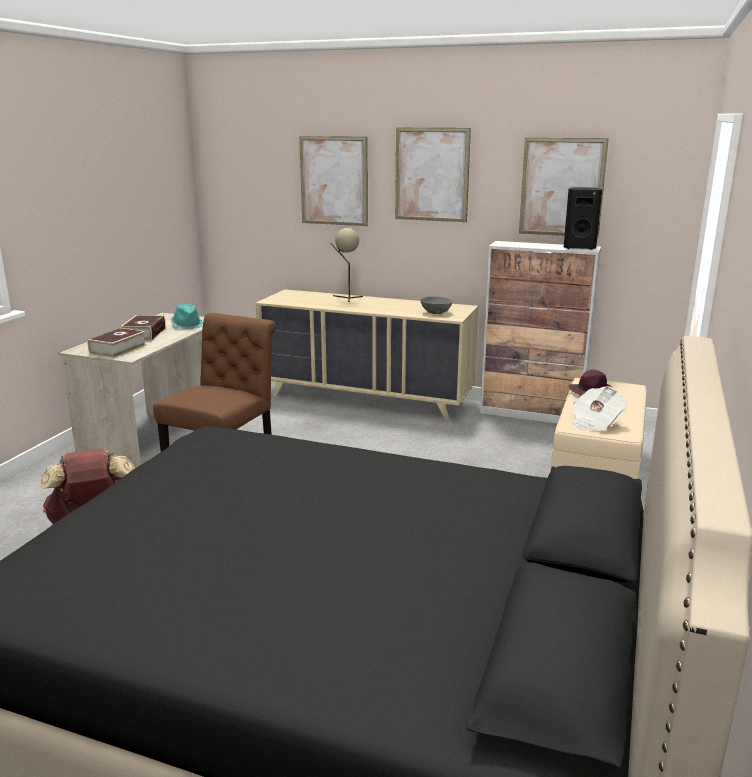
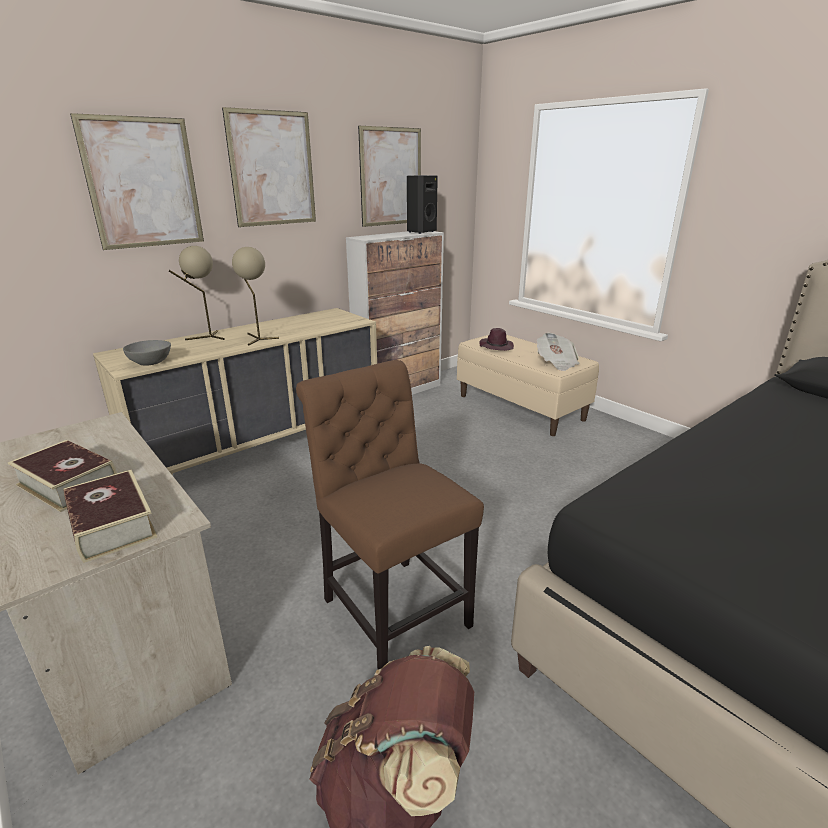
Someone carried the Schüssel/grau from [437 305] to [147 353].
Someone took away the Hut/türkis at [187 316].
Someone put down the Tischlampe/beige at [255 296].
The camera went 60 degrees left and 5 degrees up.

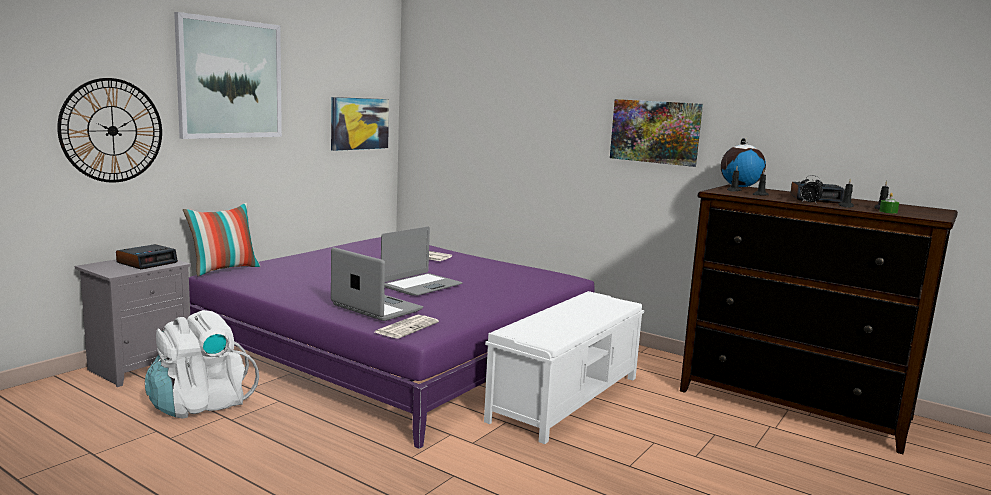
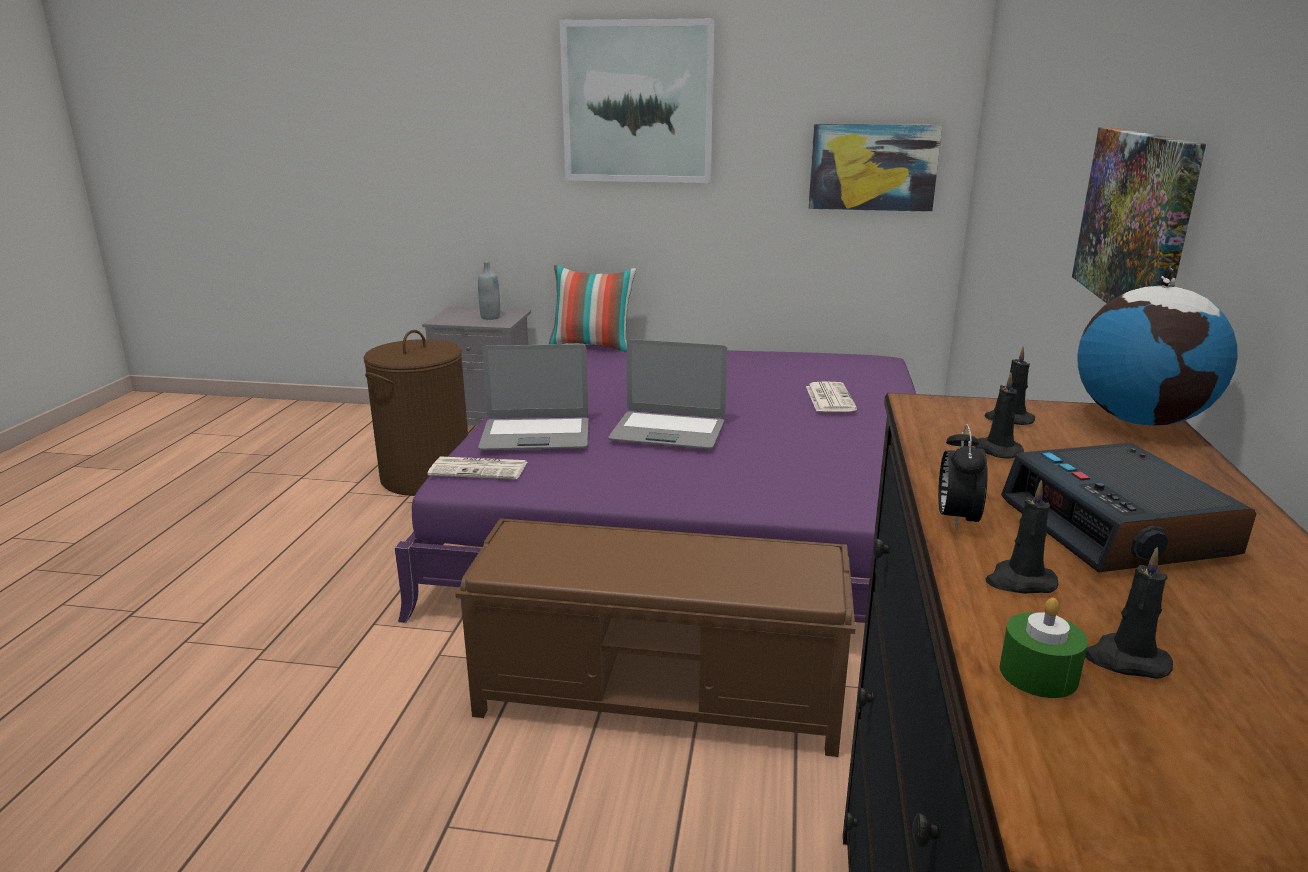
Someone took away the Wanduhr at [109 130].
Someone swapped the Wecker at [147 256] for the Flasche/grau at [489 290].
Someone rotated the Laptop at [377 284] by 75 degrees clockwise.
Someone repainted the Bank/weiß at [564 367], which became the Bank/braun at [655 637].
Someone swapped the Rucksack/weiß at [202 364] for the Wäschekorb/braun at [416 413].
The camera went 65 degrees right and 10 degrees up.

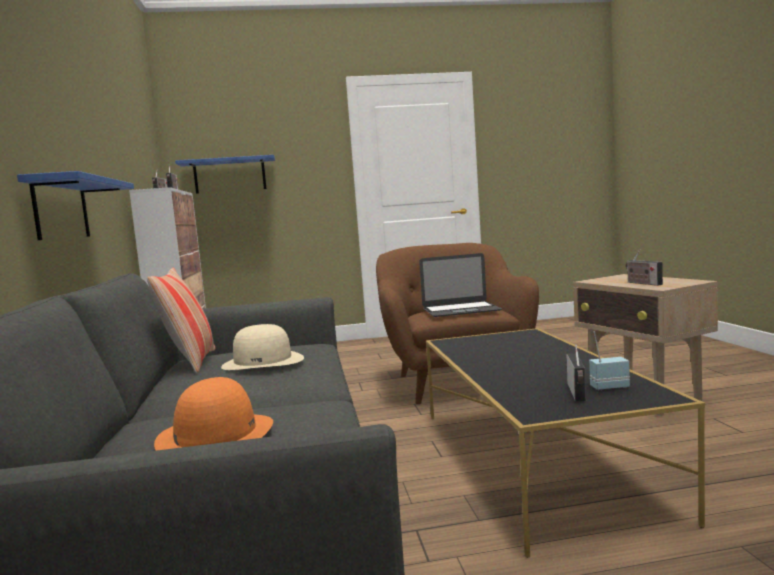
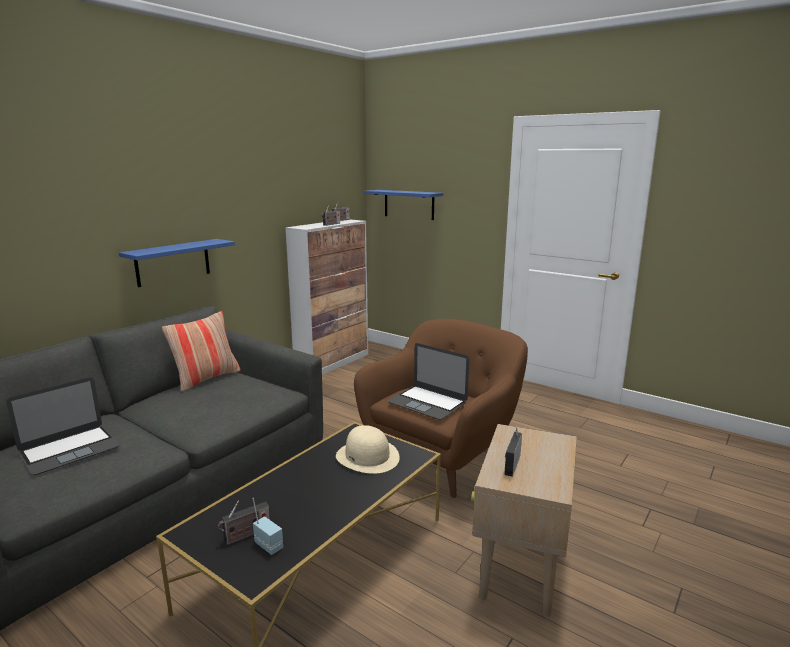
Someone carried the Hut/beige from [262 347] to [368 449].
Someone swapped the Hut/orange at [213 414] for the Laptop at [63 426].
The camera went 45 degrees right and 10 degrees up.

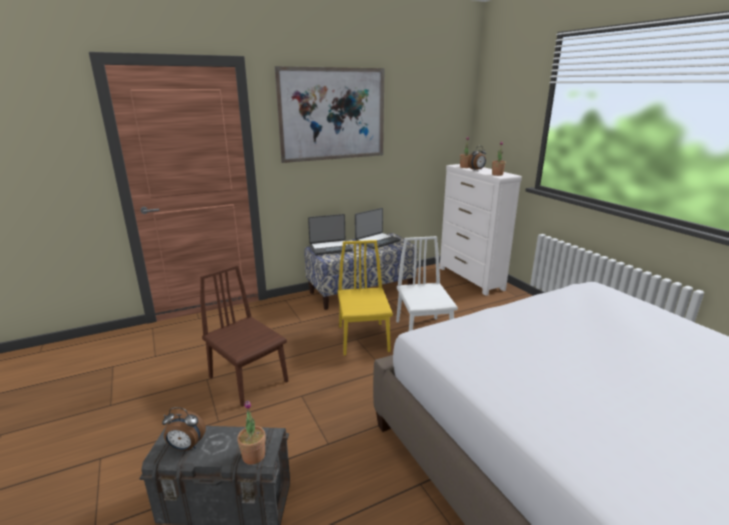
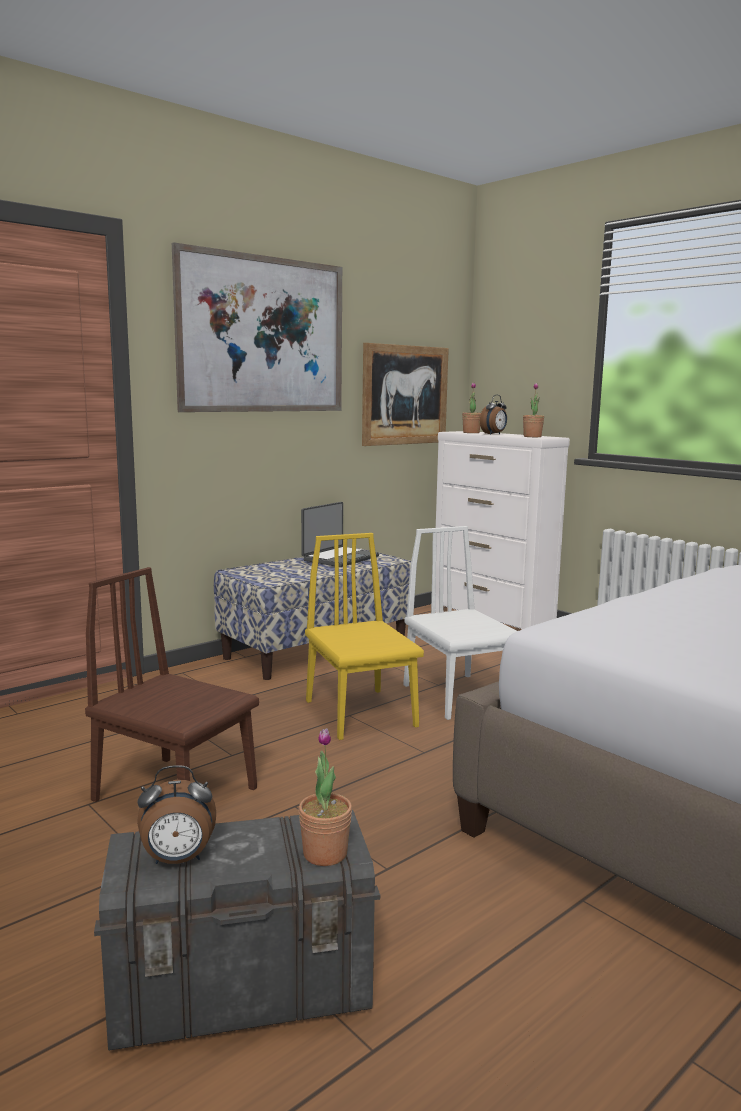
Someone took away the Laptop at [330 234].
Someone put up the Bild at [405 394].
The camera went 15 degrees left and 10 degrees down.

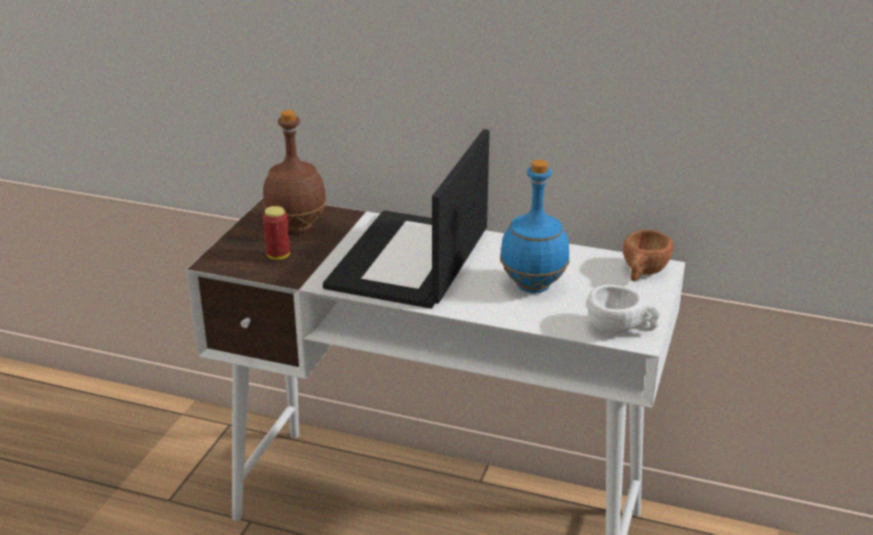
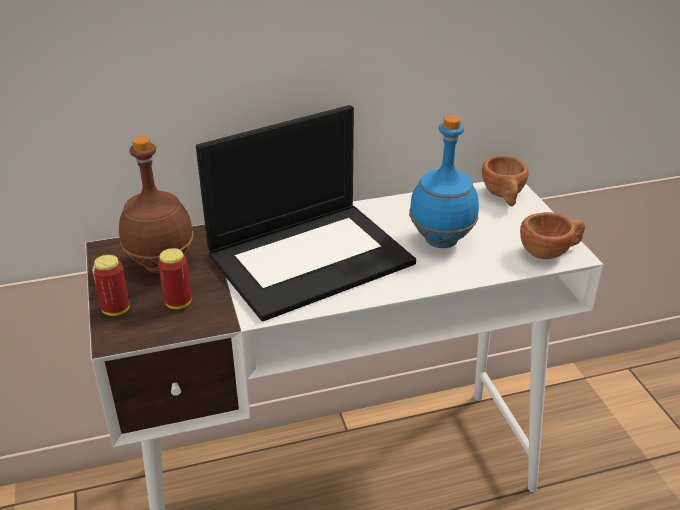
Someone rotated the Laptop at [406 219] by 105 degrees counterclockwise.
Someone repainted the Tasse/weiß at [623 309], which became the Tasse/braun at [552 235].
Someone put down the Dose at [111 285].
The camera went 35 degrees left and 5 degrees up.

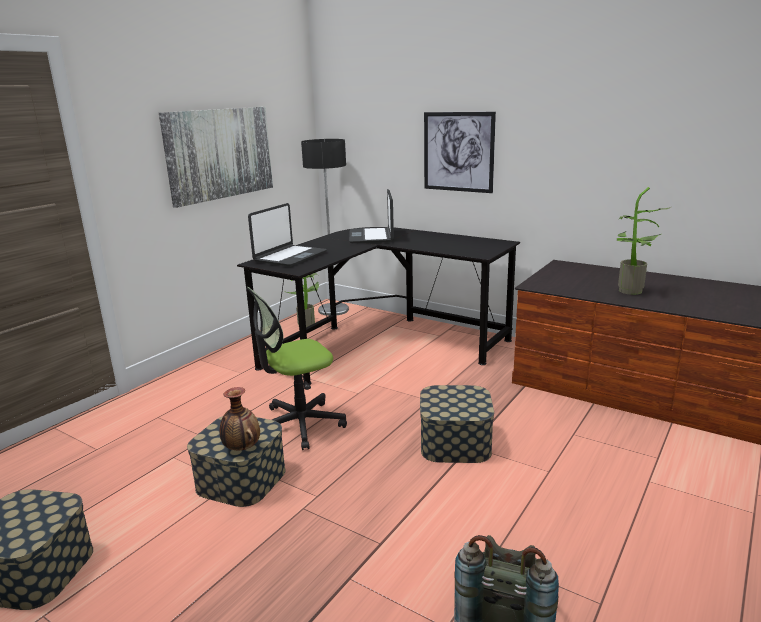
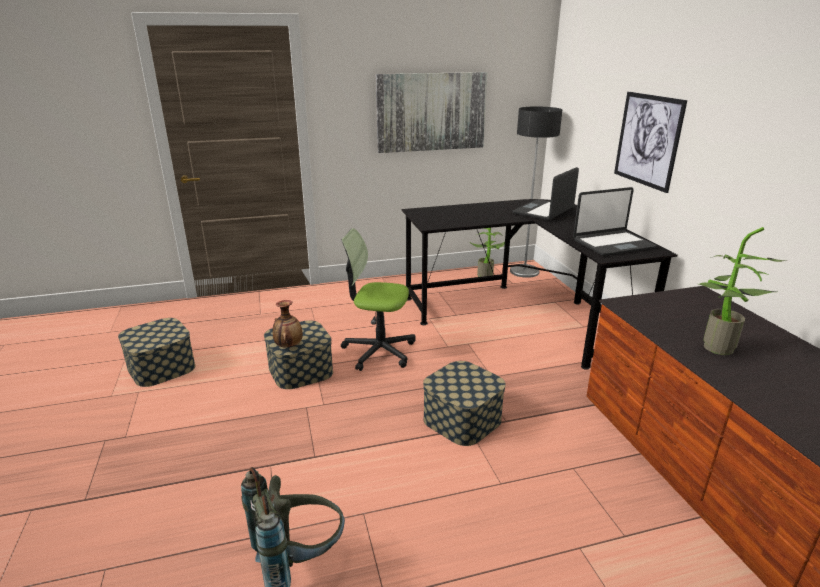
Someone carried the Laptop from [287 235] to [615 221].
The camera went 40 degrees right and 5 degrees up.

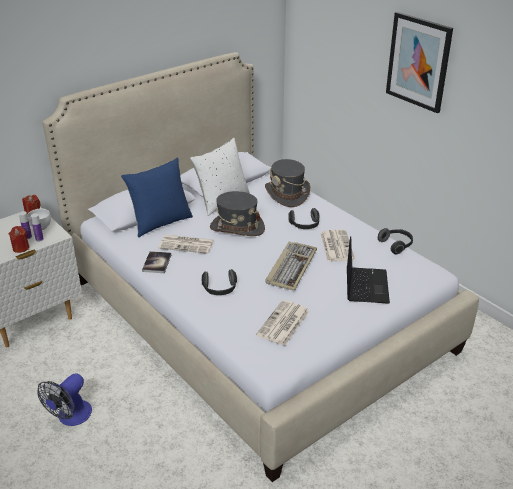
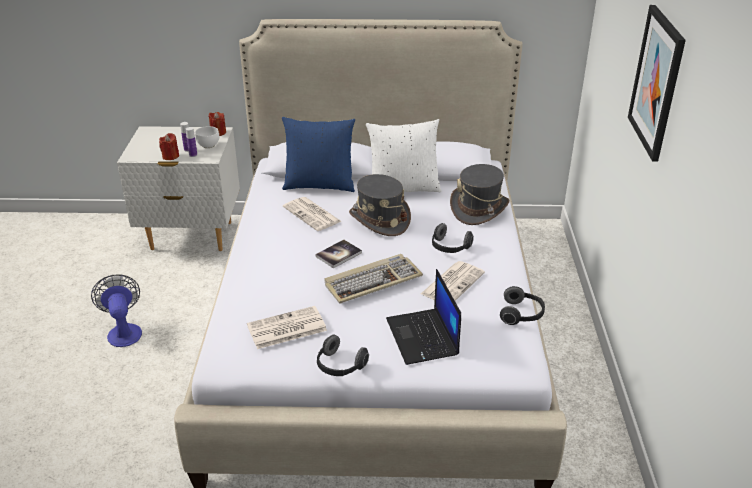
Someone rotated the Laptop at [368 270] by 120 degrees clockwise.
Someone carried the Buch from [156 262] to [338 254].
Someone carried the Kopfhörer from [219 282] to [343 355].
Someone rotated the Ventilator at [64 399] by 90 degrees clockwise.
The camera went 40 degrees right and 0 degrees up.

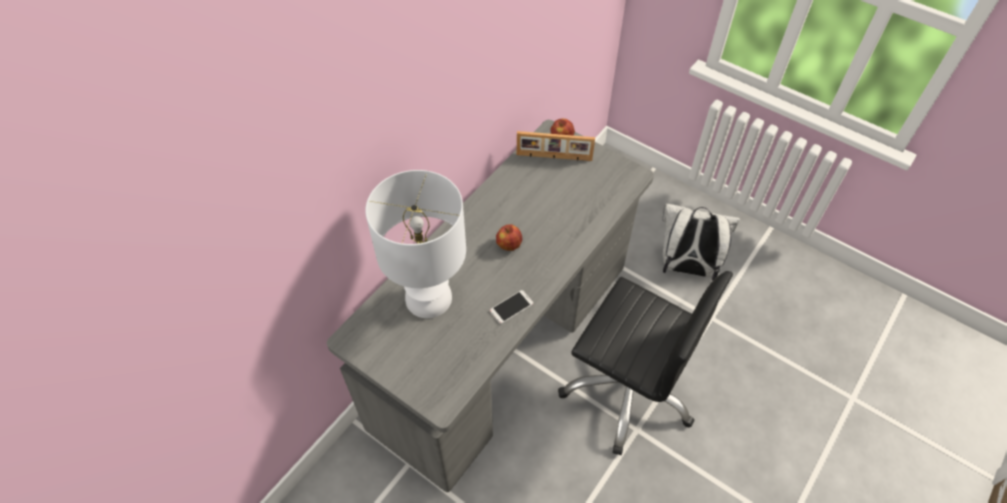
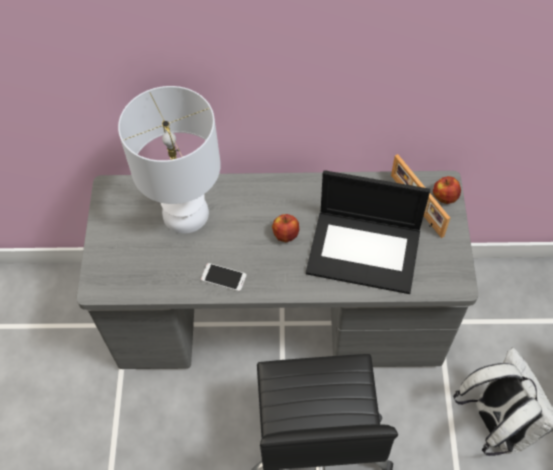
Someone put down the Laptop at [368 232].
The camera went 55 degrees right and 5 degrees up.

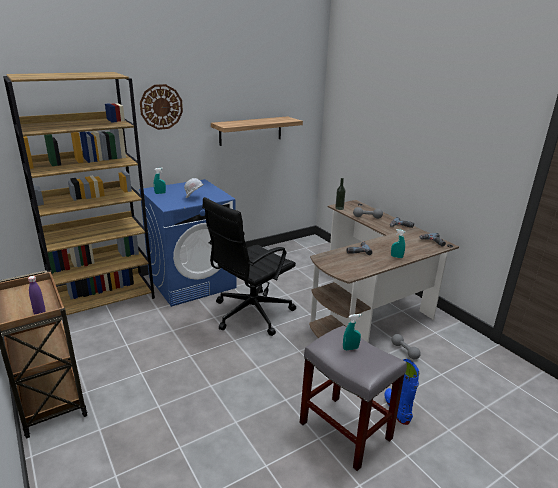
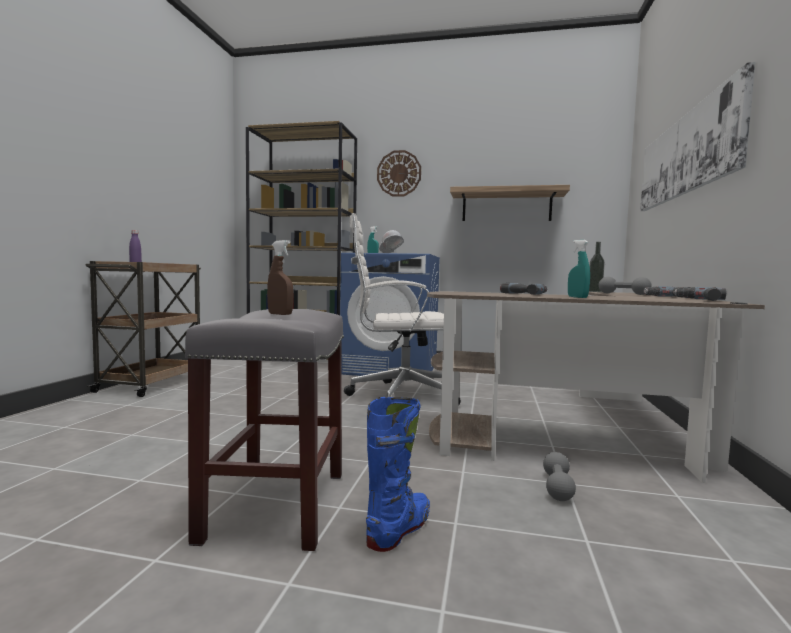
Someone repainted the Bürostuhl/schwarz at [249 266], which became the Bürostuhl/weiß at [402 309].
Someone repainted the Sprühflasche/türkis at [352 332], which became the Sprühflasche/braun at [280 277].
Someone put up the Bild at [697 136].
The camera went 45 degrees right and 20 degrees down.

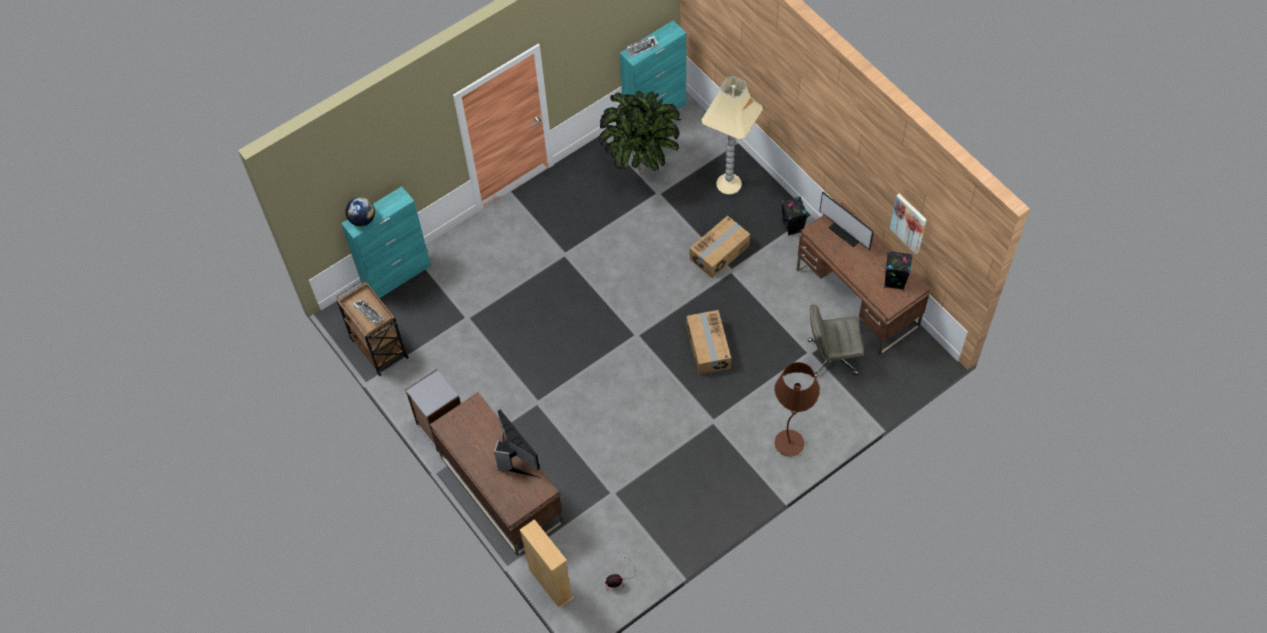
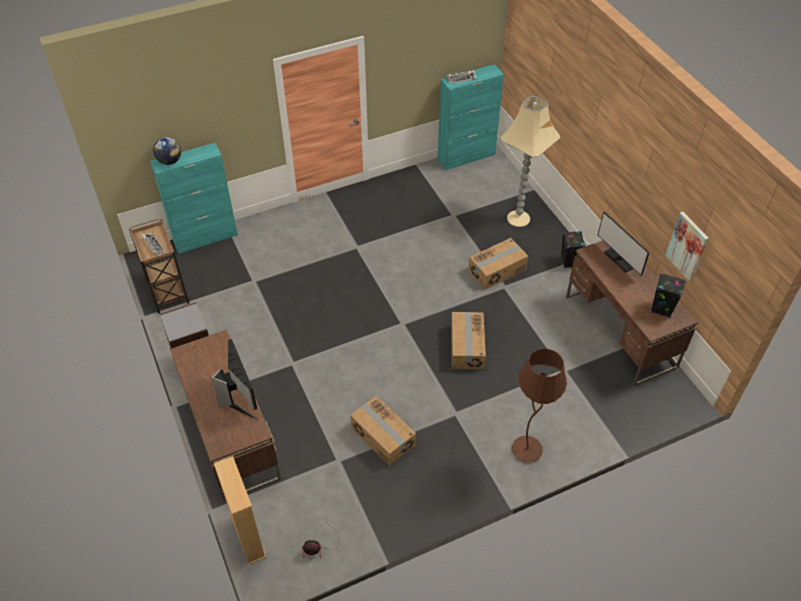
Someone took away the Topfpflanze at [640 133].
Someone took away the Bürostuhl/grau at [836 341].
Someone put down the Karton at [383 431].
The camera went 10 degrees right and 10 degrees down.

